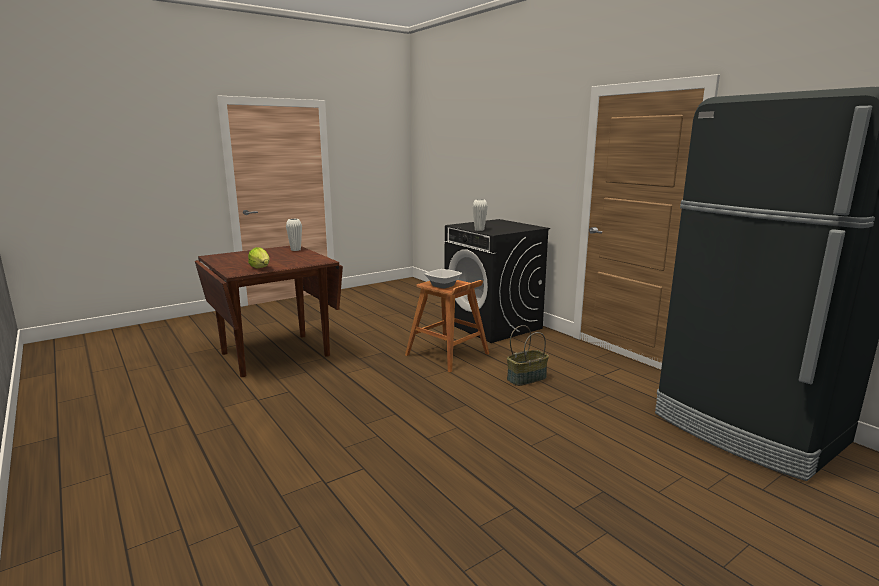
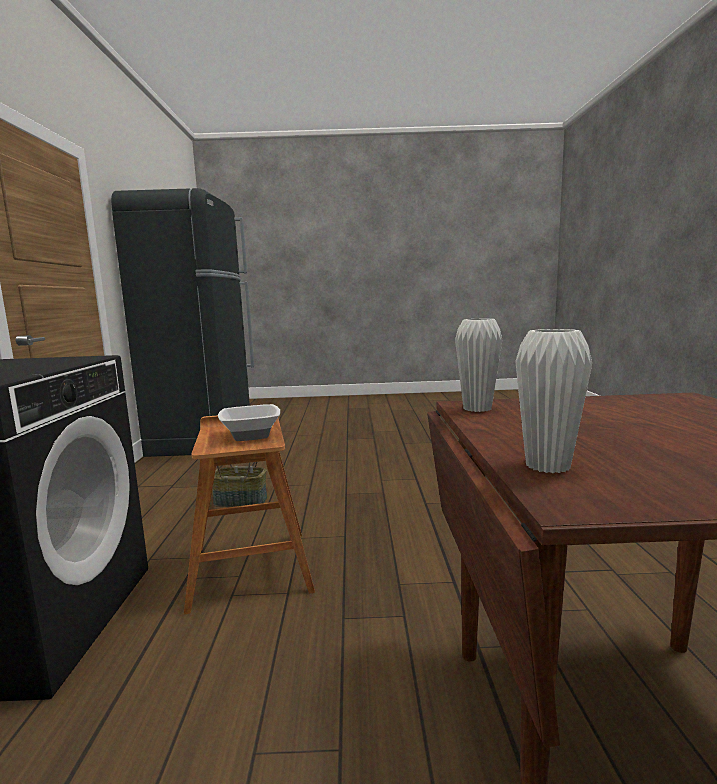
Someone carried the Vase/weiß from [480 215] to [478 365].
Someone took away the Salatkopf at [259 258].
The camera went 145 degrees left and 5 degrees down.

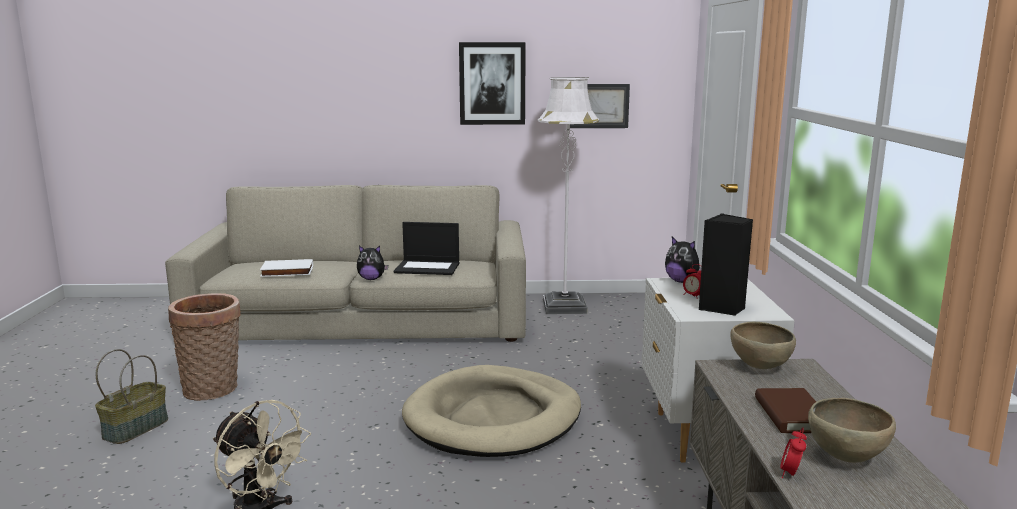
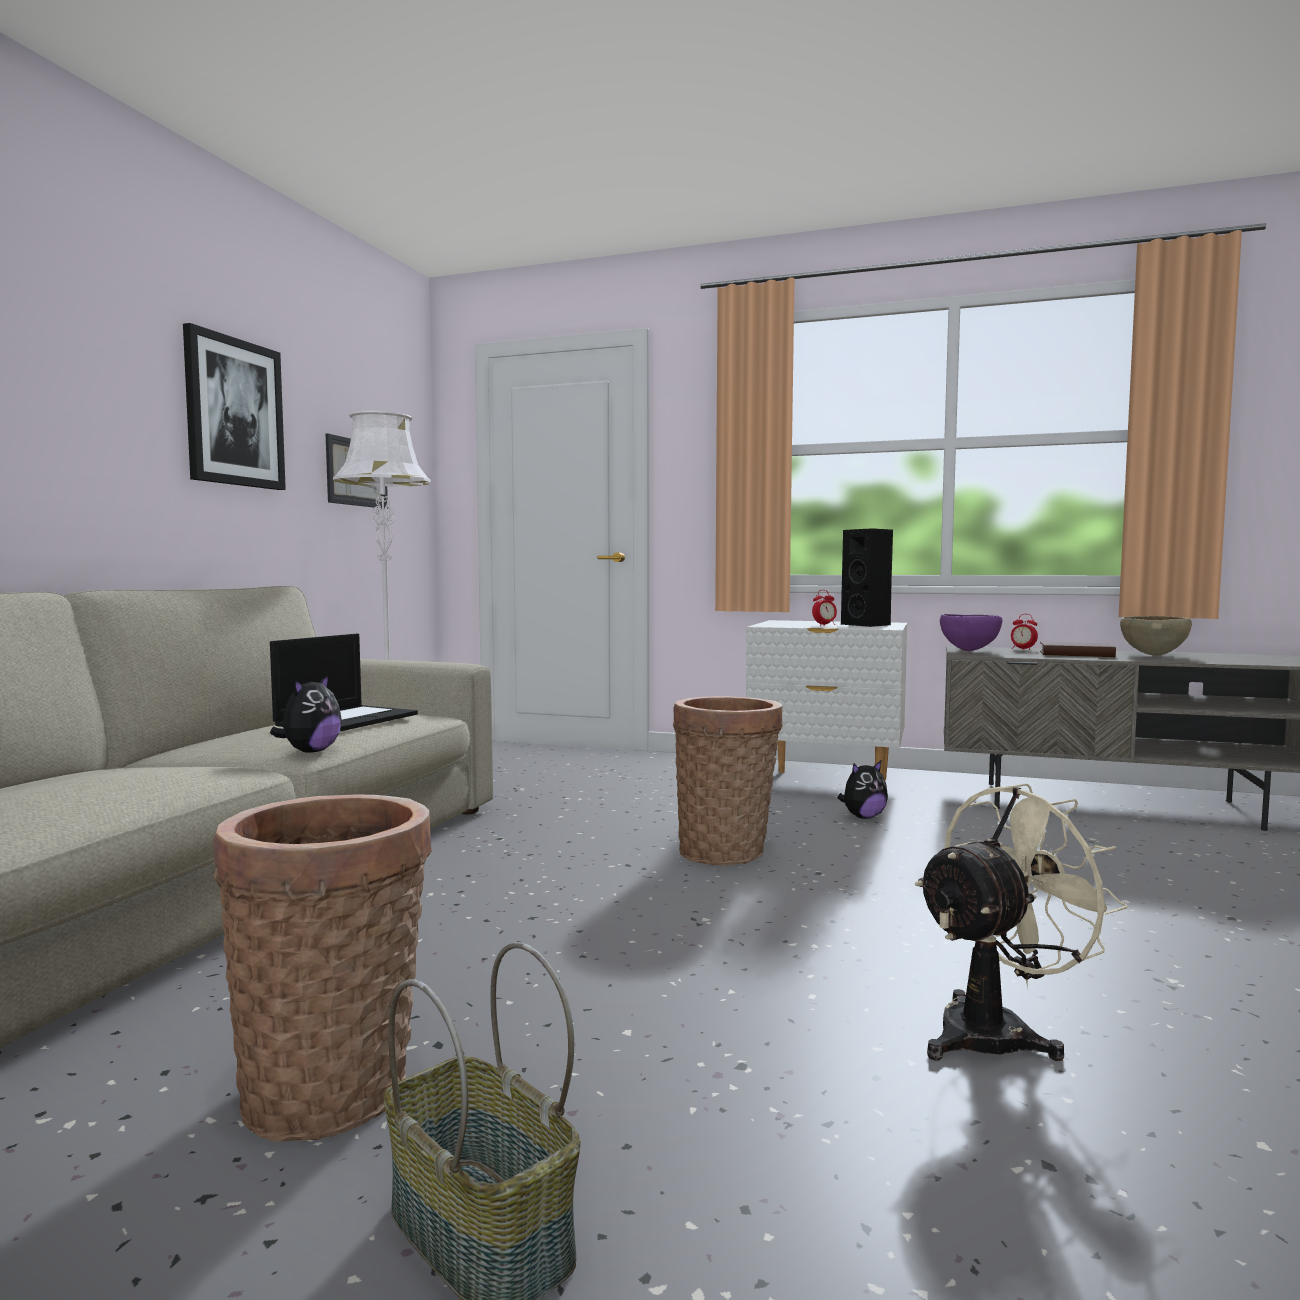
Someone carried the Plüschtier from [683 260] to [863 790].
Someone took away the Buch/weiß at [286 268].
Someone repainted the Schüssel/braun at [763 345], which became the Schüssel/lila at [971 632].
Someone swapped the Hundebett/beige at [491 411] for the Korb at [728 781].
Someone carried the Wecker from [793 452] to [1024 632].
The camera went 70 degrees left and 10 degrees down.

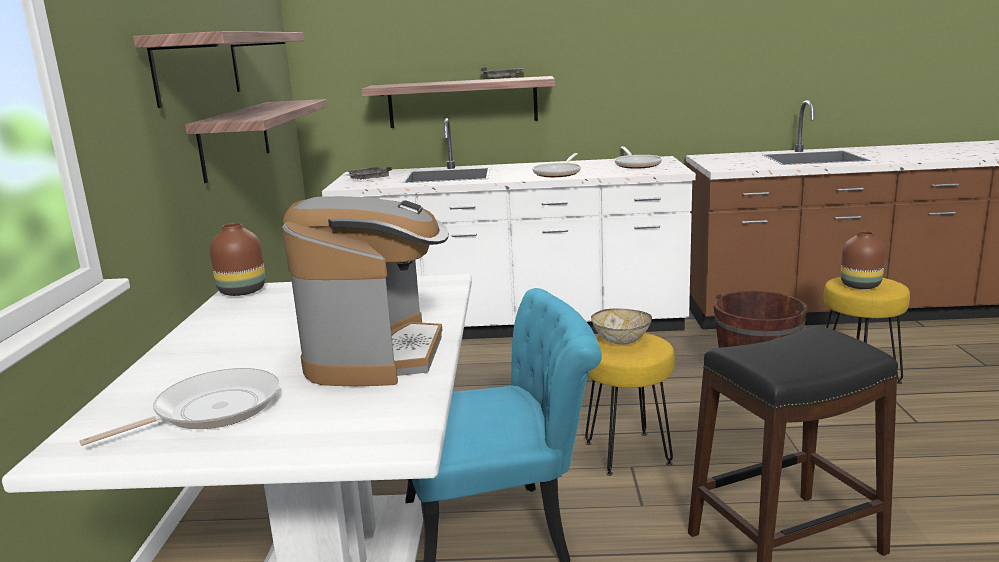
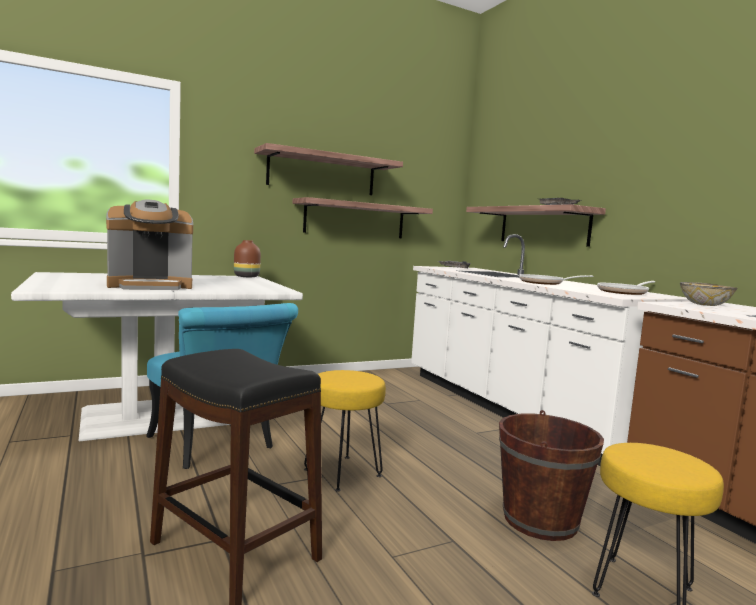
Someone took away the Vase/braun at [863 260].
Someone carried the Schüssel from [621 326] to [709 294].
Someone took away the Pfanne at [179 407].
The camera went 60 degrees right and 10 degrees down.

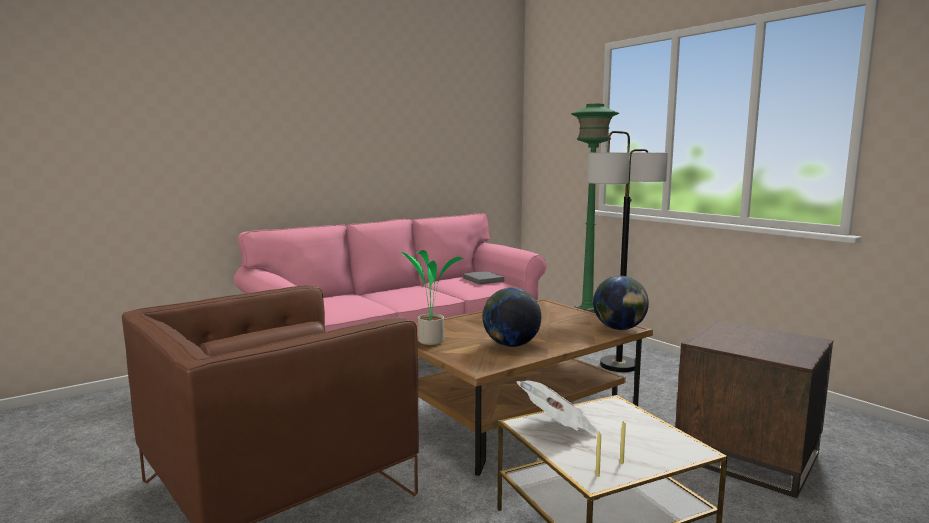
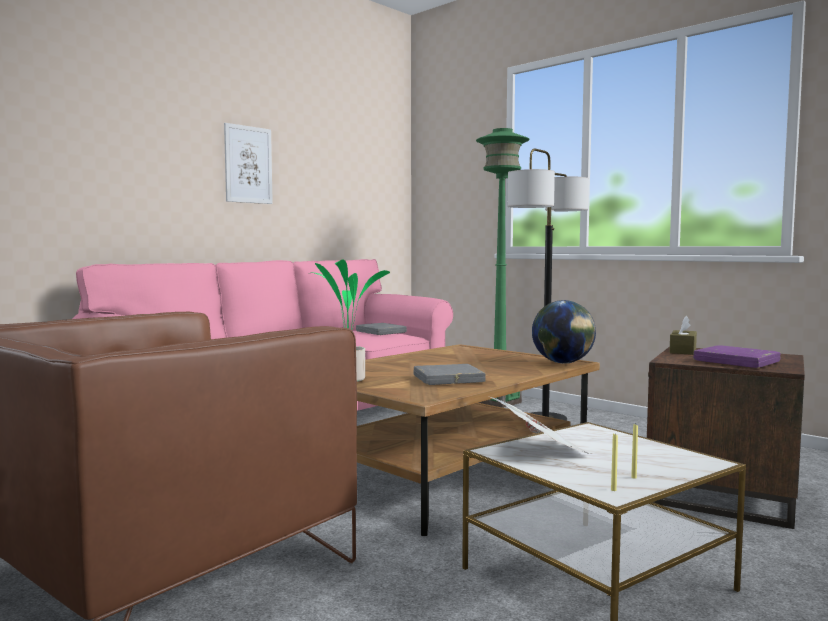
Someone swapped the Globus at [512 317] for the Buch/grau at [449 374].
Someone put up the Bild at [248 163].
Someone put down the Taschentuchbox/braun at [683 335].
Someone put down the Buch/lila at [736 356].
The camera went 10 degrees left and 5 degrees down.

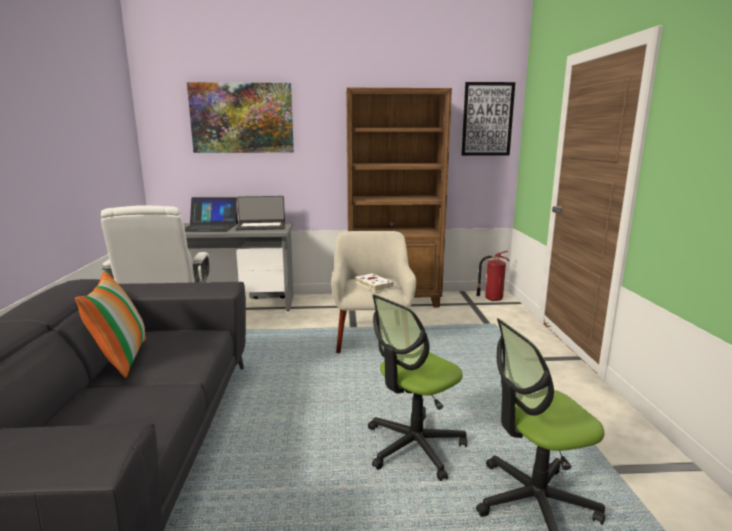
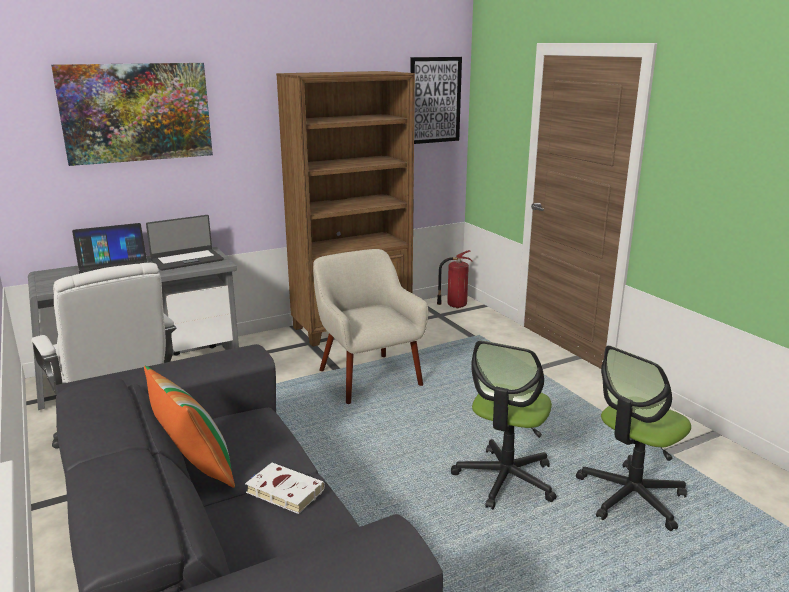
Someone carried the Buch/weiß from [374 282] to [285 488].
The camera went 25 degrees left and 5 degrees up.

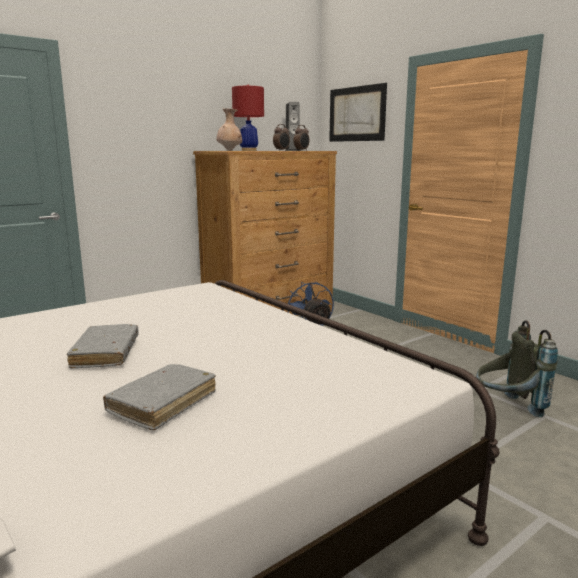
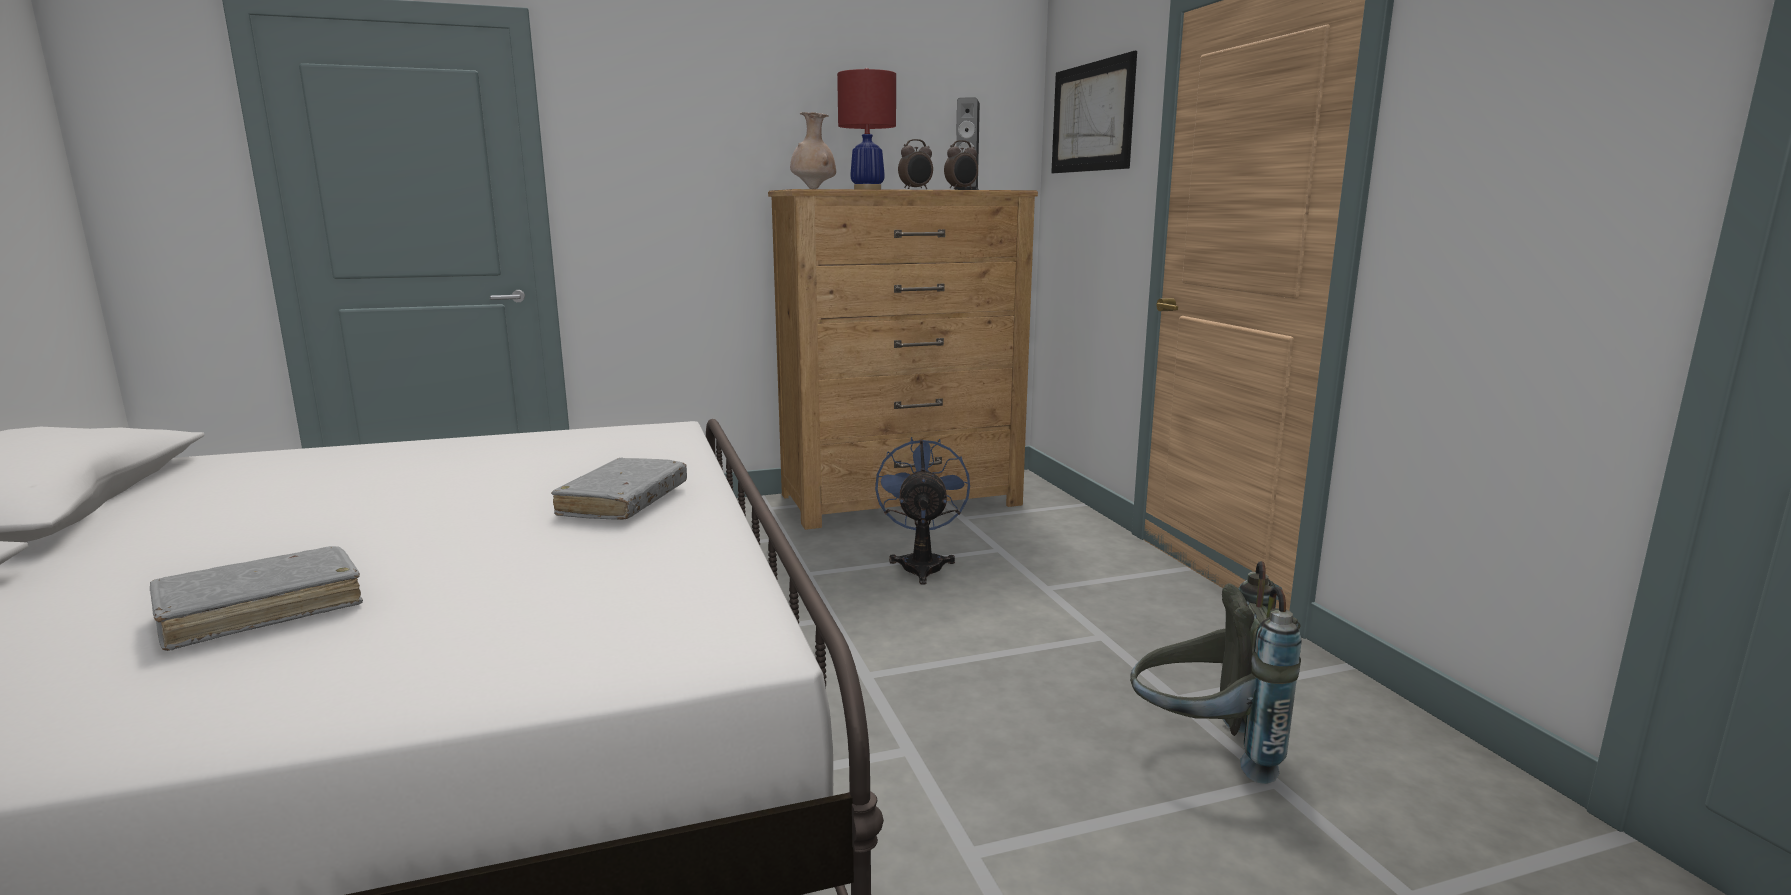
Someone carried the Buch/grau from [102 346] to [619 489].
The camera went 20 degrees right and 0 degrees up.

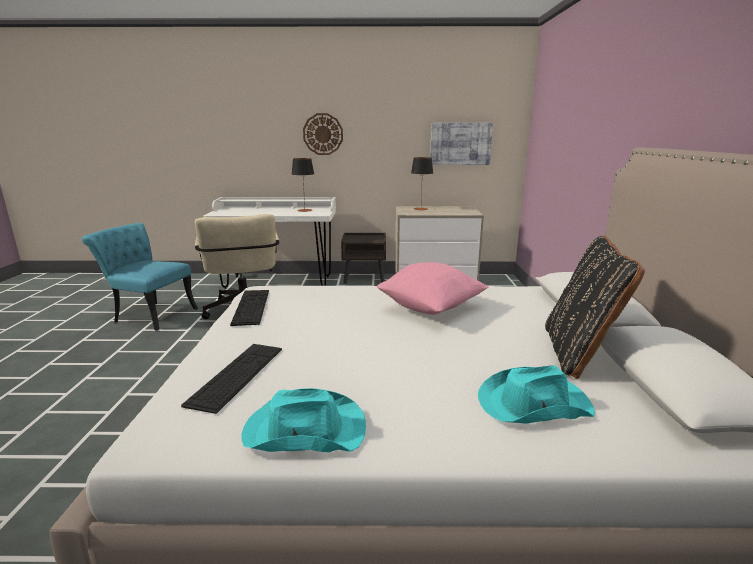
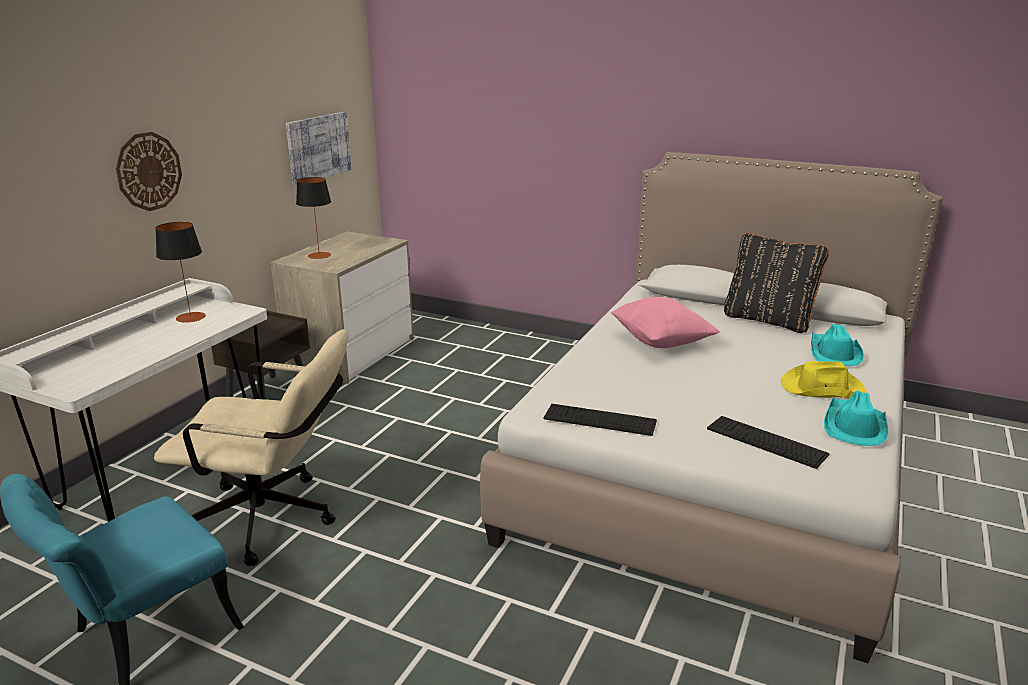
Someone put down the Hut/gelb at [824 380].
The camera went 65 degrees left and 5 degrees up.

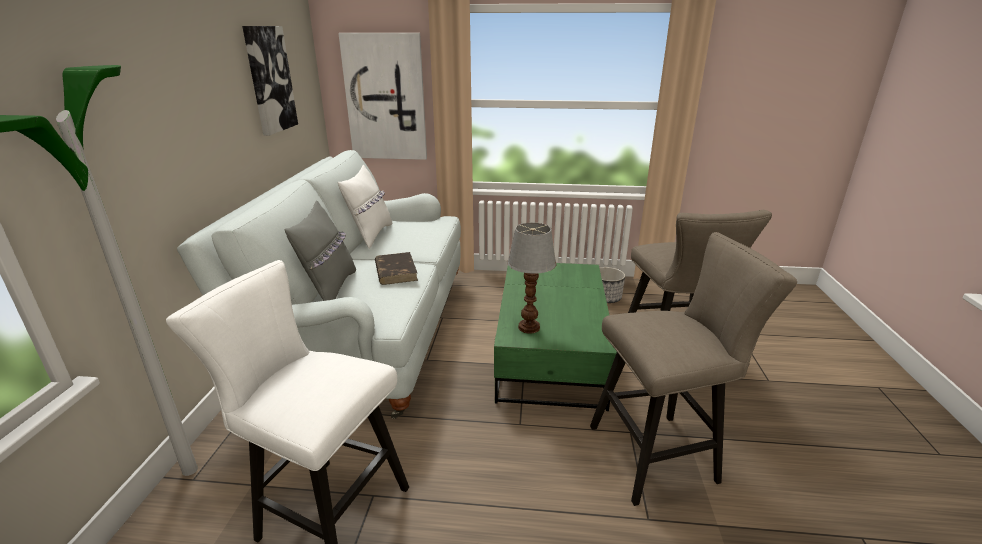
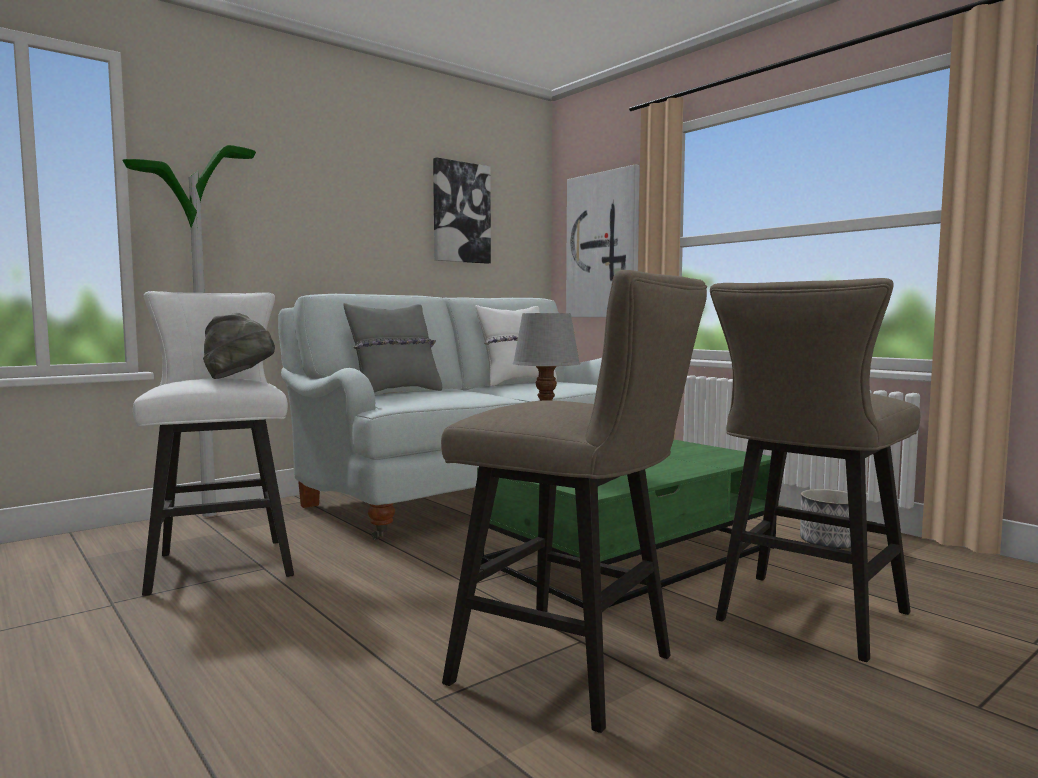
Someone took away the Buch/braun at [396 268].
Someone put down the Hut/grau at [239 346].
The camera went 45 degrees right and 20 degrees down.

